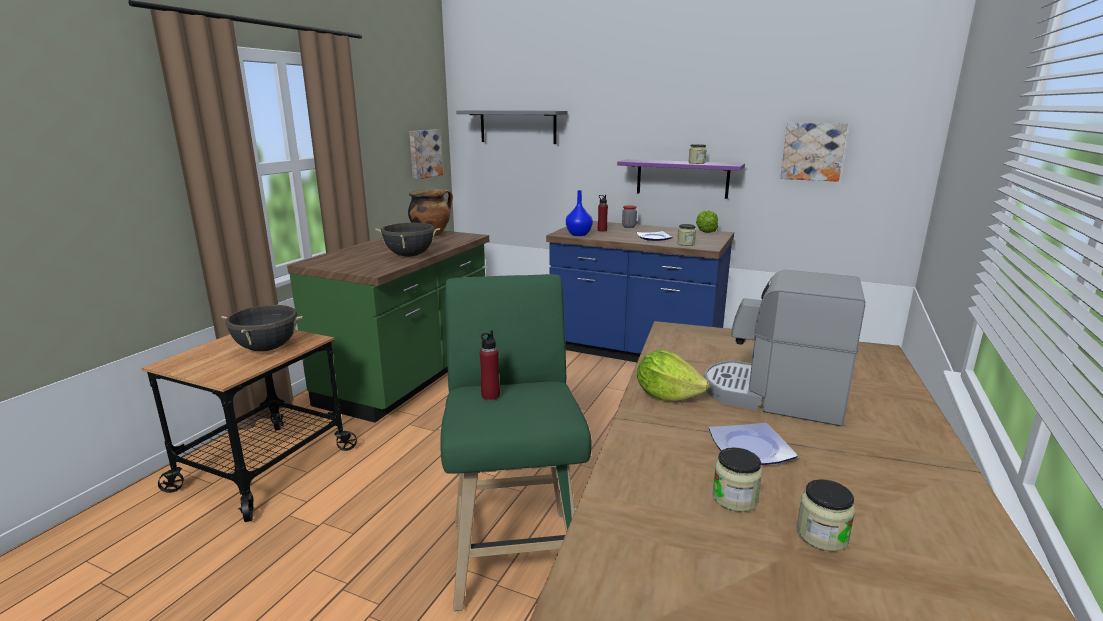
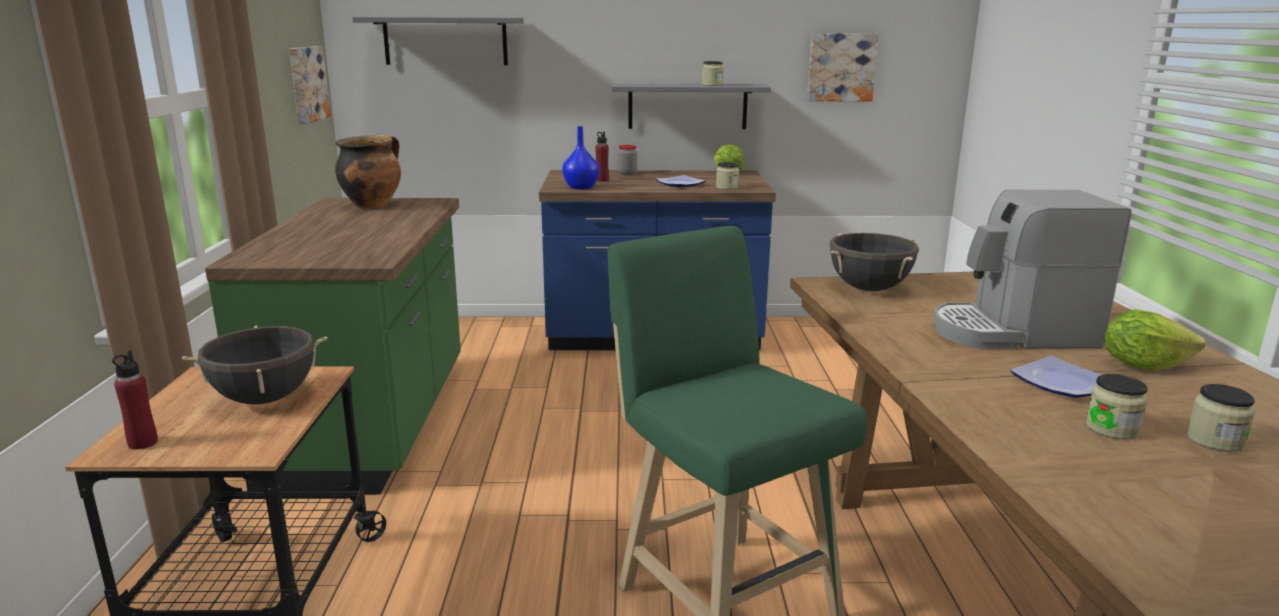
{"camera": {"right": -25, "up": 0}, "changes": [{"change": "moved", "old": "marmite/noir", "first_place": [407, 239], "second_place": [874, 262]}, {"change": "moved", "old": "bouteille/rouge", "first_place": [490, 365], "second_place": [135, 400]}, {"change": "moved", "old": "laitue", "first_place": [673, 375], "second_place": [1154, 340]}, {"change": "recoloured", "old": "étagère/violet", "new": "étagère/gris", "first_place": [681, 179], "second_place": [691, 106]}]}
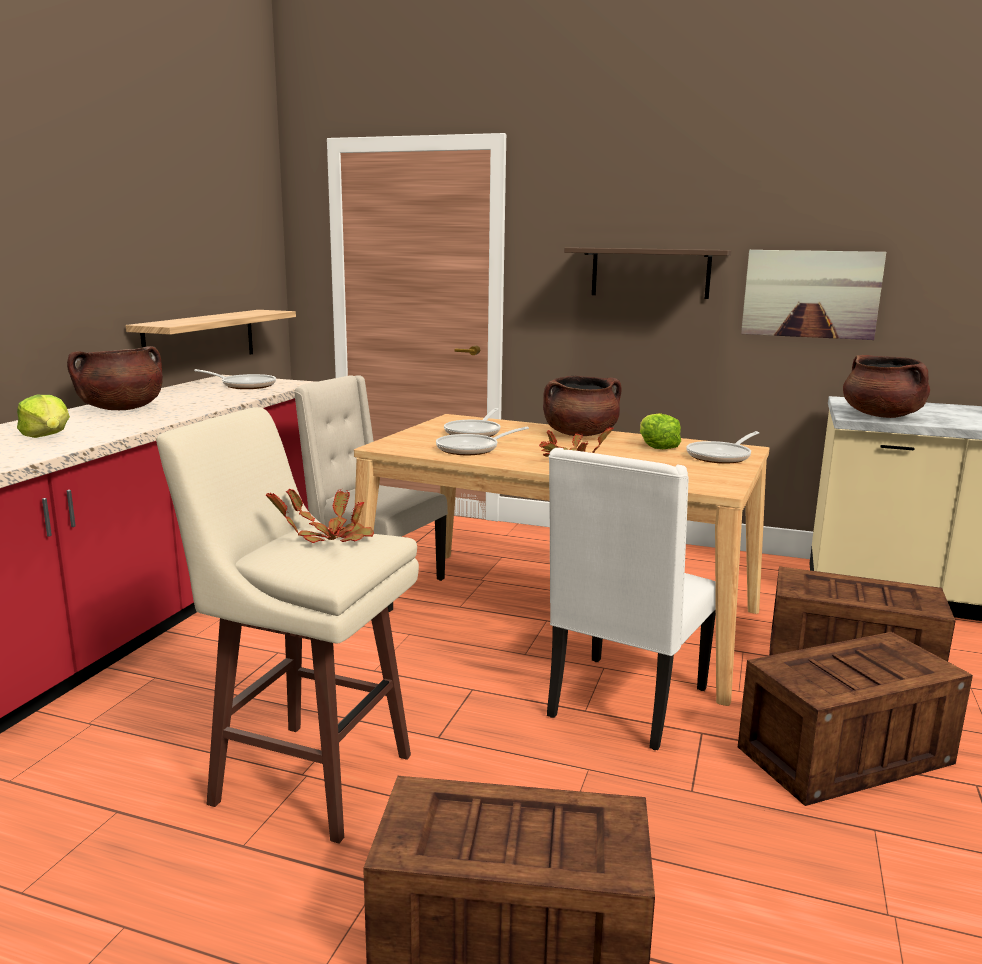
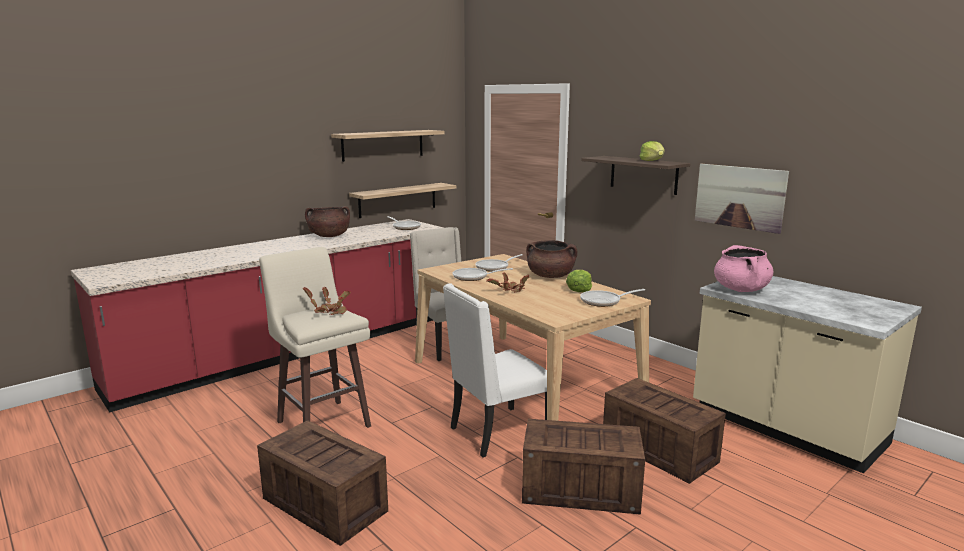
{"camera": {"right": 30, "up": 0}, "changes": [{"change": "added", "new": "étagère", "second_place": [387, 146]}, {"change": "moved", "old": "laitue", "first_place": [43, 416], "second_place": [652, 151]}, {"change": "recoloured", "old": "marmite/marron", "new": "marmite/rose", "first_place": [886, 386], "second_place": [743, 268]}]}
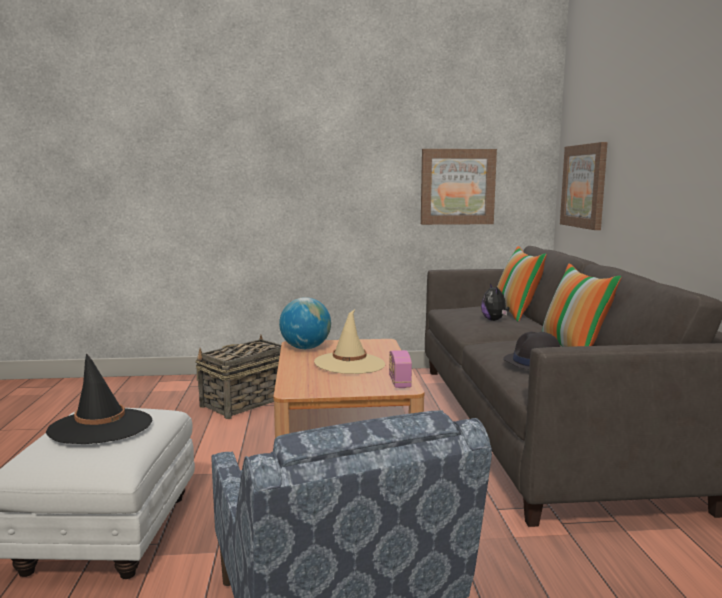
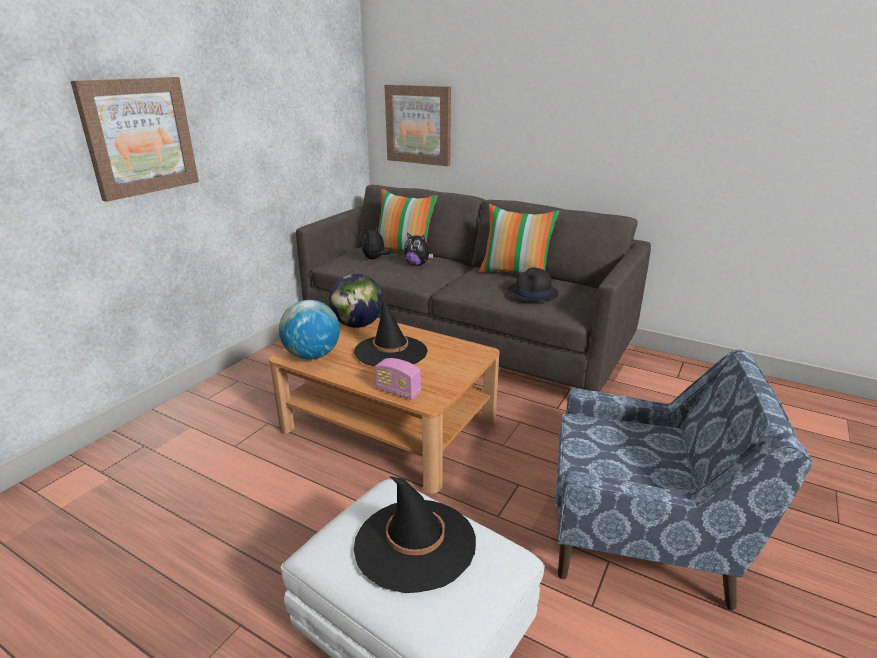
{"camera": {"right": -55, "up": 15}, "changes": [{"change": "removed", "old": "panier", "first_place": [238, 377]}, {"change": "added", "new": "globe", "second_place": [356, 301]}, {"change": "added", "new": "peluche", "second_place": [376, 243]}, {"change": "moved", "old": "radio", "first_place": [400, 369], "second_place": [398, 379]}, {"change": "moved", "old": "tableau", "first_place": [459, 187], "second_place": [135, 139]}, {"change": "recoloured", "old": "chapeau/beige", "new": "chapeau/noir", "first_place": [349, 341], "second_place": [391, 331]}]}
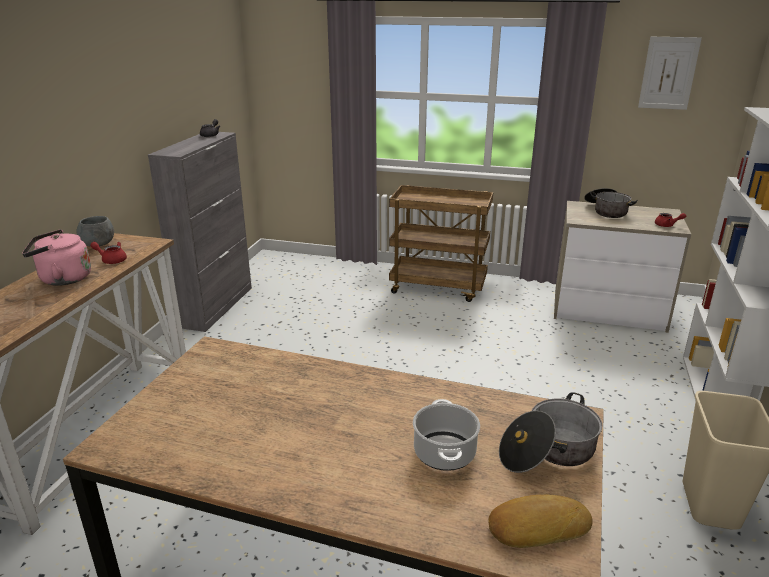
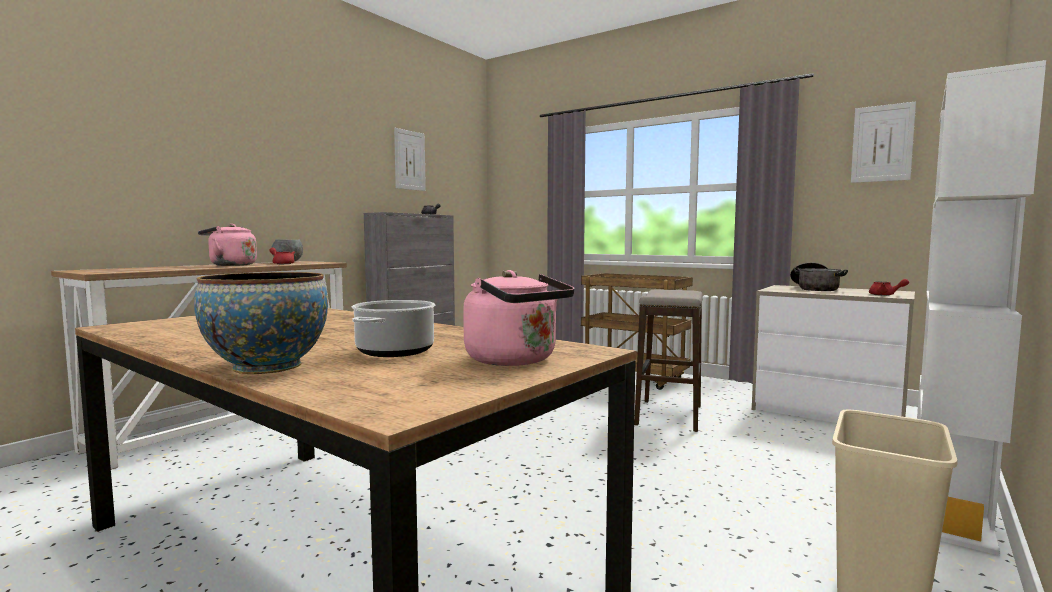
{"camera": {"right": 20, "up": -20}, "changes": [{"change": "removed", "old": "pain", "first_place": [540, 521]}, {"change": "added", "new": "bol", "second_place": [261, 323]}, {"change": "added", "new": "tableau", "second_place": [410, 159]}, {"change": "added", "new": "tabouret", "second_place": [668, 361]}, {"change": "replaced", "old": "marmite", "new": "bouilloire/rose", "first_place": [551, 432], "second_place": [519, 318]}]}
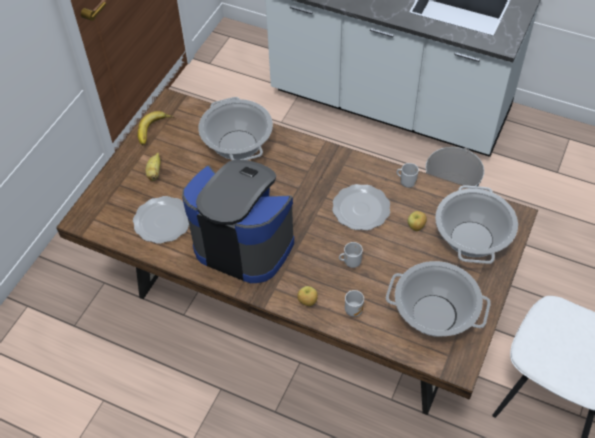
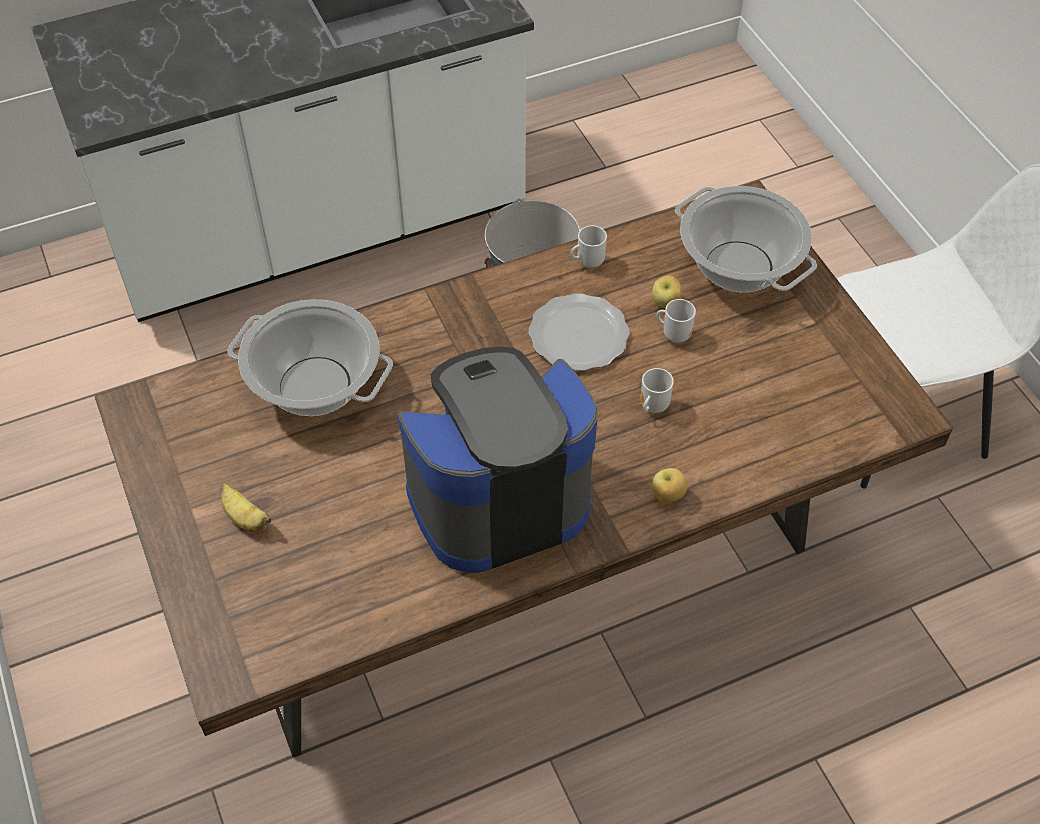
{"camera": {"right": -50, "up": 0}, "changes": [{"change": "removed", "old": "assiette", "first_place": [161, 220]}, {"change": "removed", "old": "banane", "first_place": [156, 128]}, {"change": "removed", "old": "marmite", "first_place": [438, 299]}, {"change": "moved", "old": "mug", "first_place": [354, 303], "second_place": [676, 321]}]}
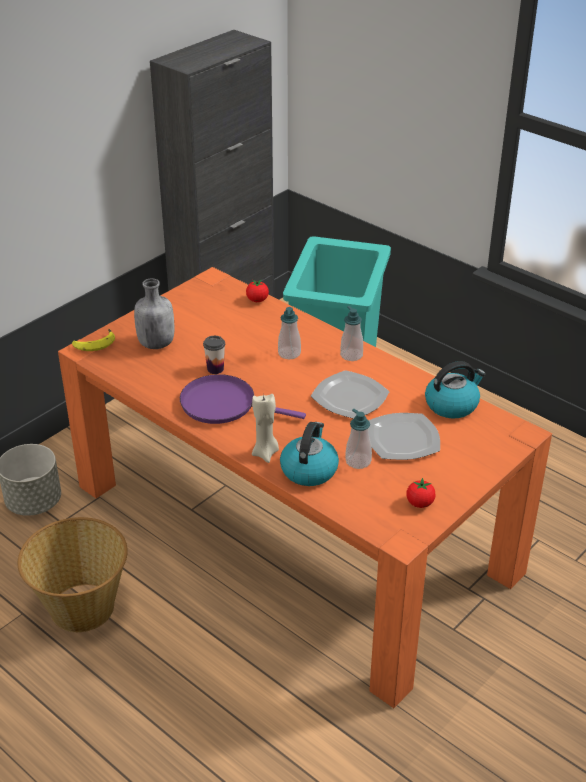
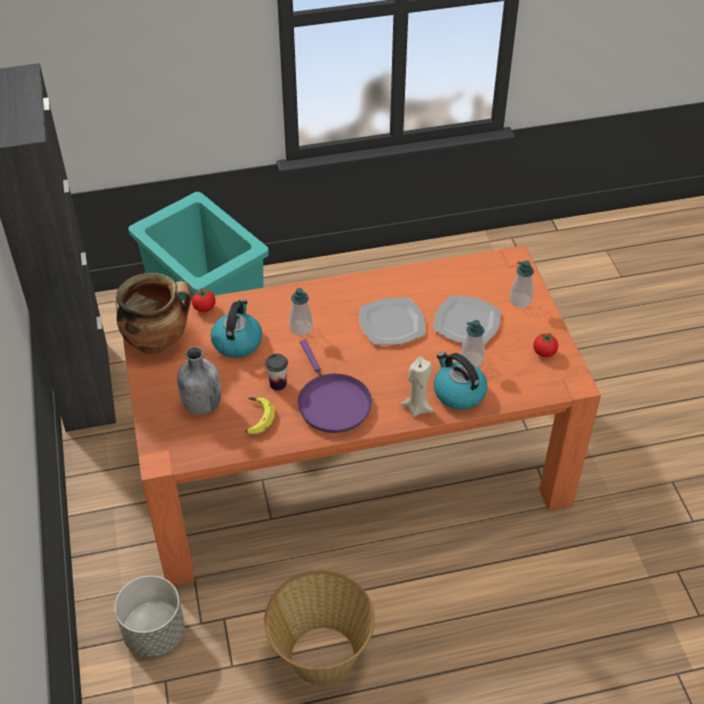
{"camera": {"right": -55, "up": 10}, "changes": [{"change": "added", "new": "marmite", "second_place": [153, 313]}, {"change": "moved", "old": "banane", "first_place": [93, 339], "second_place": [260, 415]}, {"change": "moved", "old": "distributeur de savon", "first_place": [351, 333], "second_place": [522, 284]}, {"change": "moved", "old": "bouilloire", "first_place": [455, 389], "second_place": [236, 328]}, {"change": "turned", "old": "poêle/violet", "first_place": [243, 399], "second_place": [335, 386], "degrees": -75}]}
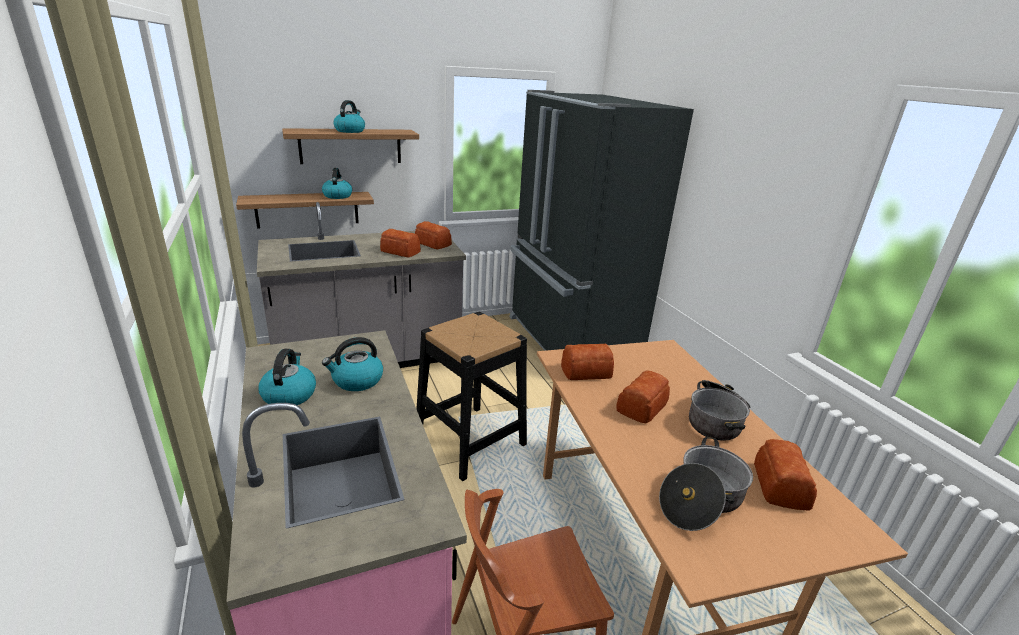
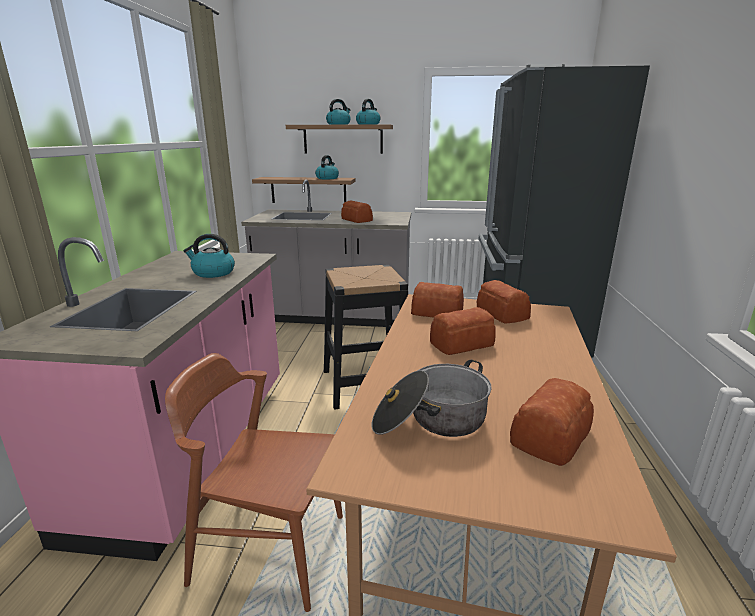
{"camera": {"right": 30, "up": -5}, "changes": [{"change": "removed", "old": "marmite", "first_place": [719, 410]}, {"change": "moved", "old": "bouilloire", "first_place": [287, 377], "second_place": [368, 112]}, {"change": "moved", "old": "pain", "first_place": [433, 235], "second_place": [504, 302]}]}
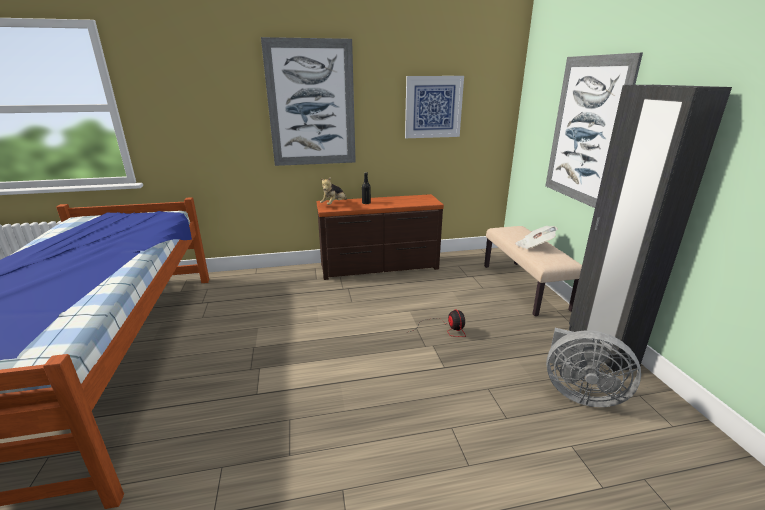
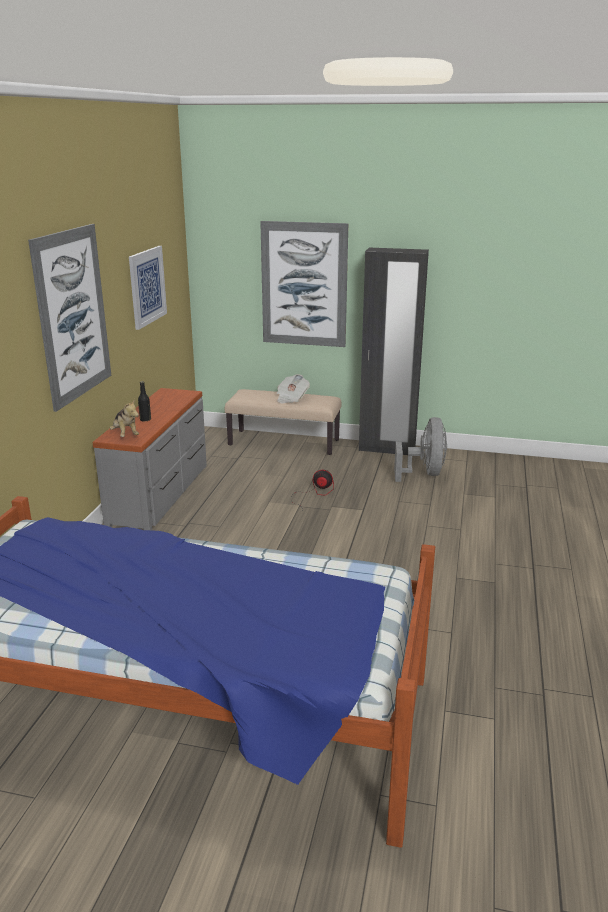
{"camera": {"right": -65, "up": 0}, "changes": [{"change": "recoloured", "old": "commode/marron", "new": "commode/gris", "first_place": [380, 237], "second_place": [149, 459]}, {"change": "turned", "old": "ventilateur/gris", "first_place": [593, 367], "second_place": [420, 449], "degrees": -45}]}
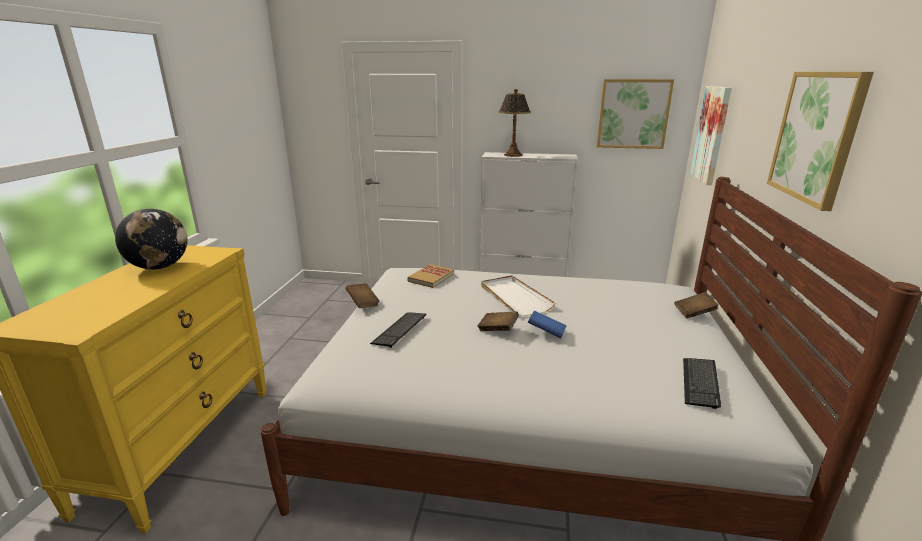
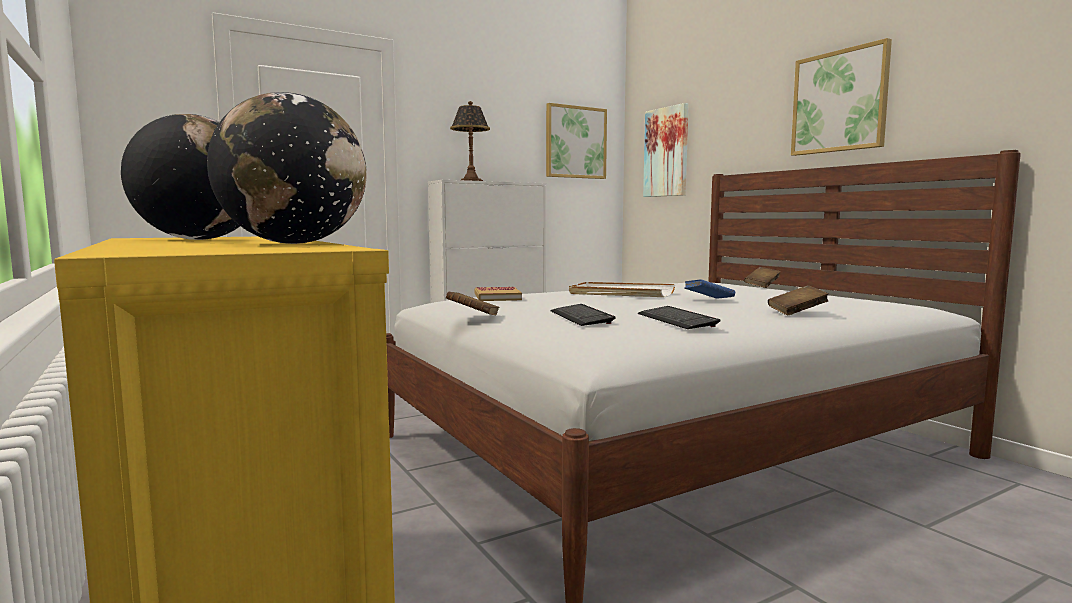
{"camera": {"right": -40, "up": -15}, "changes": [{"change": "added", "new": "globe", "second_place": [287, 168]}, {"change": "moved", "old": "livre/marron", "first_place": [498, 321], "second_place": [798, 300]}, {"change": "moved", "old": "clavier", "first_place": [702, 383], "second_place": [679, 317]}]}
